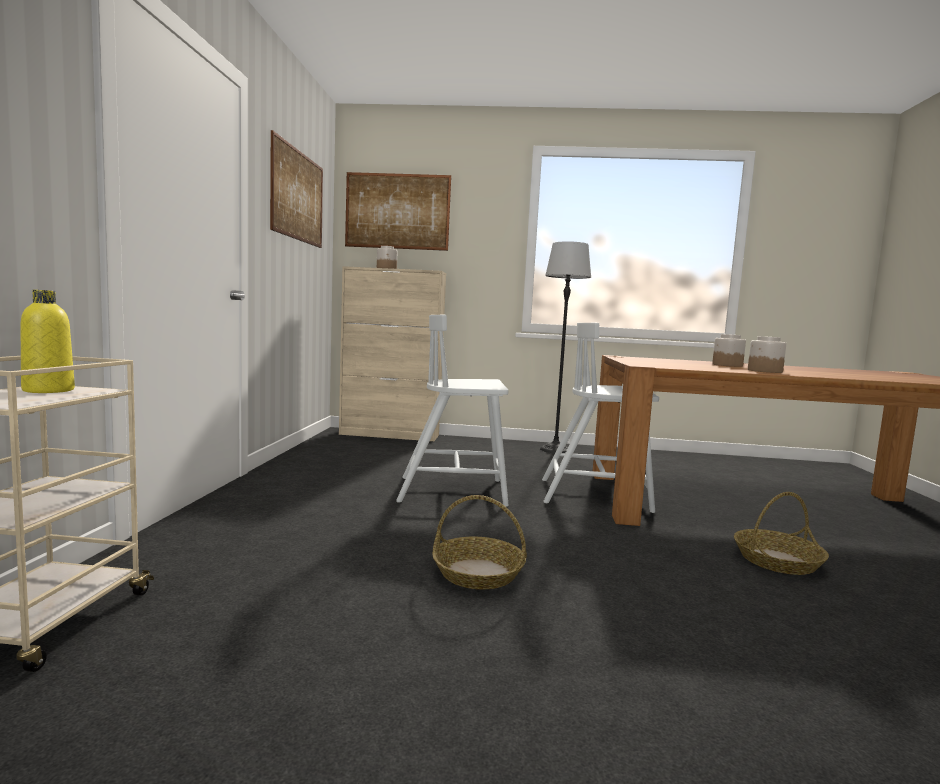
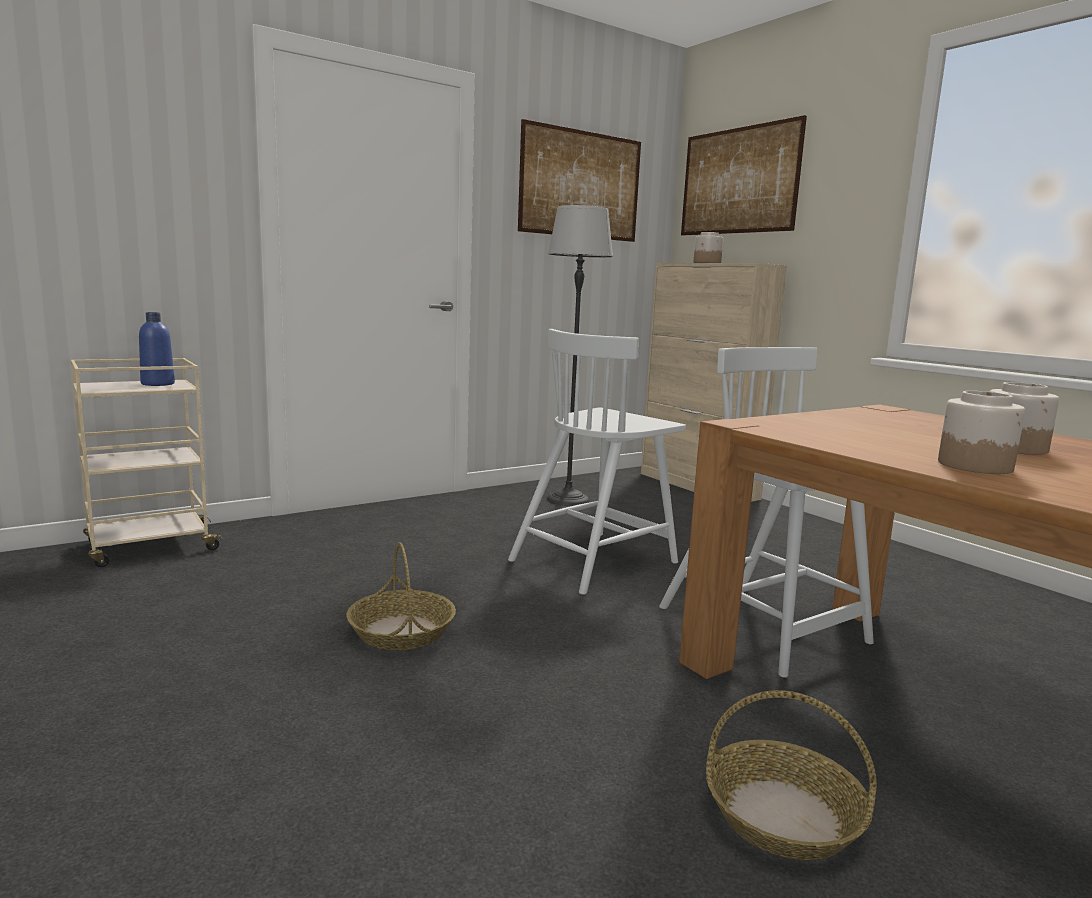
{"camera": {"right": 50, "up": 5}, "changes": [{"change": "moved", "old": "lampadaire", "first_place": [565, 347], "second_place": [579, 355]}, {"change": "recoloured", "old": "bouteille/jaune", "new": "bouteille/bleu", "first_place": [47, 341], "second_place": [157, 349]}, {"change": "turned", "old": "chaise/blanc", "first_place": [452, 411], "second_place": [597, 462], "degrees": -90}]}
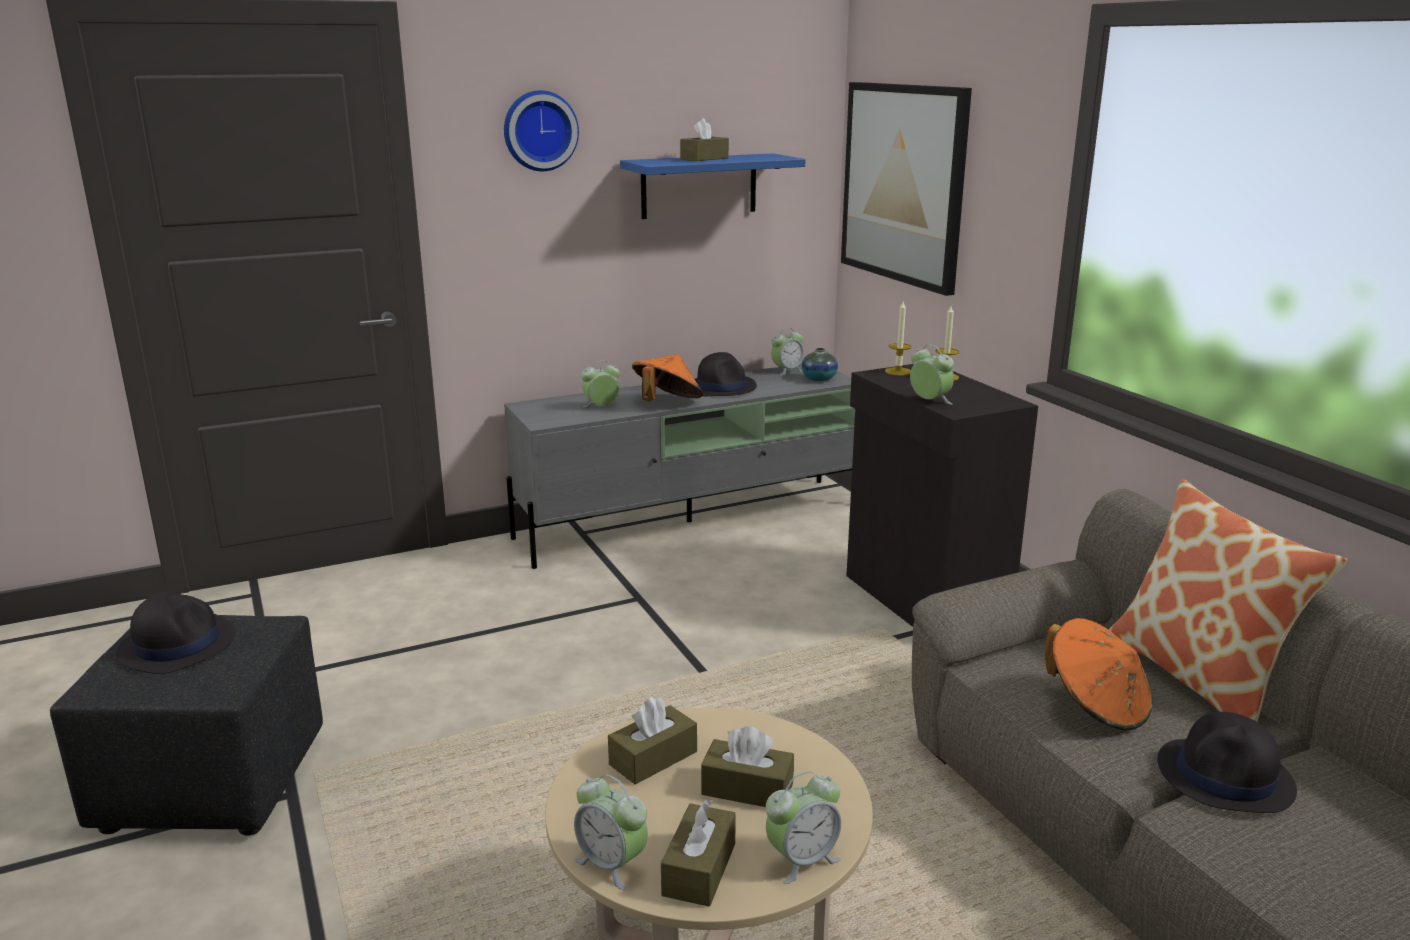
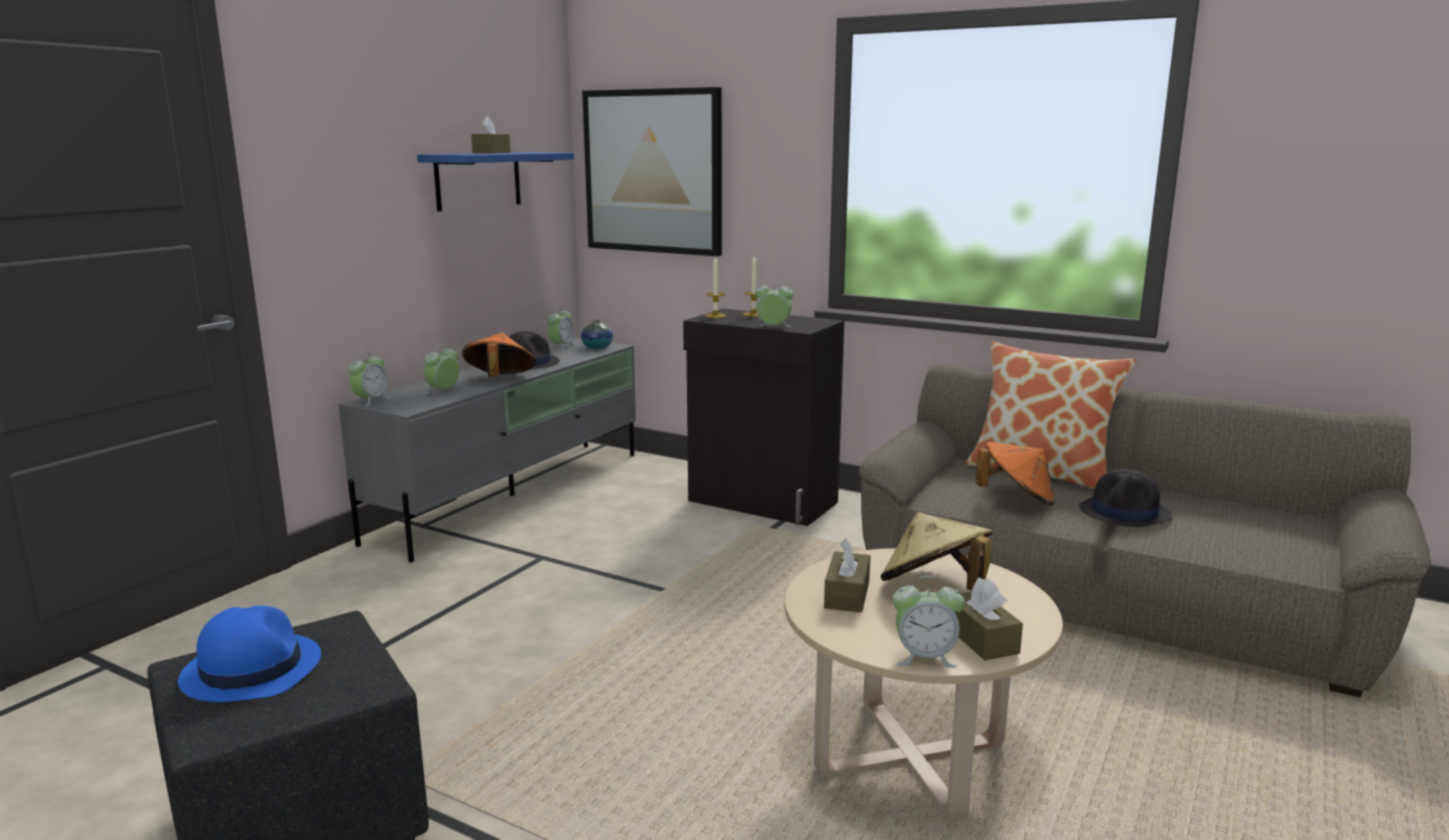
{"camera": {"right": -35, "up": -5}, "changes": [{"change": "removed", "old": "horloge murale", "first_place": [541, 130]}, {"change": "moved", "old": "réveil", "first_place": [803, 827], "second_place": [369, 379]}, {"change": "replaced", "old": "boîte à mouchoirs/marron", "new": "chapeau/beige", "first_place": [747, 766], "second_place": [937, 551]}, {"change": "recoloured", "old": "chapeau/noir", "new": "chapeau/bleu", "first_place": [176, 632], "second_place": [249, 654]}]}
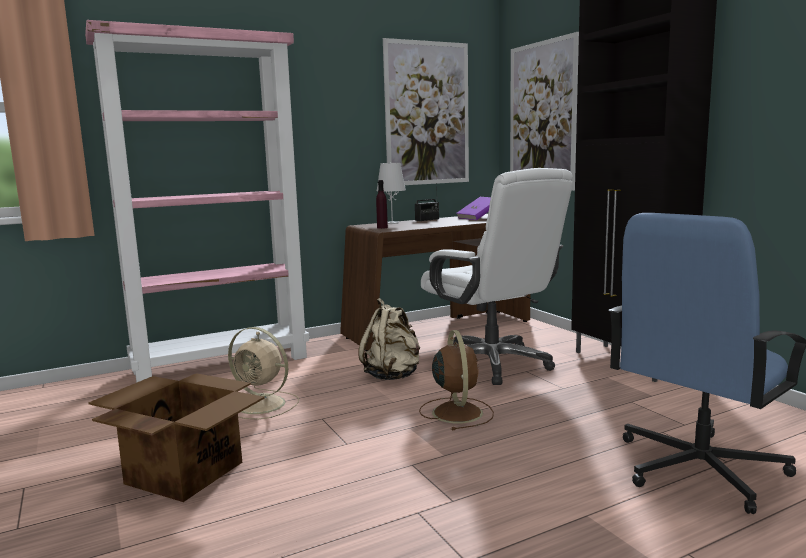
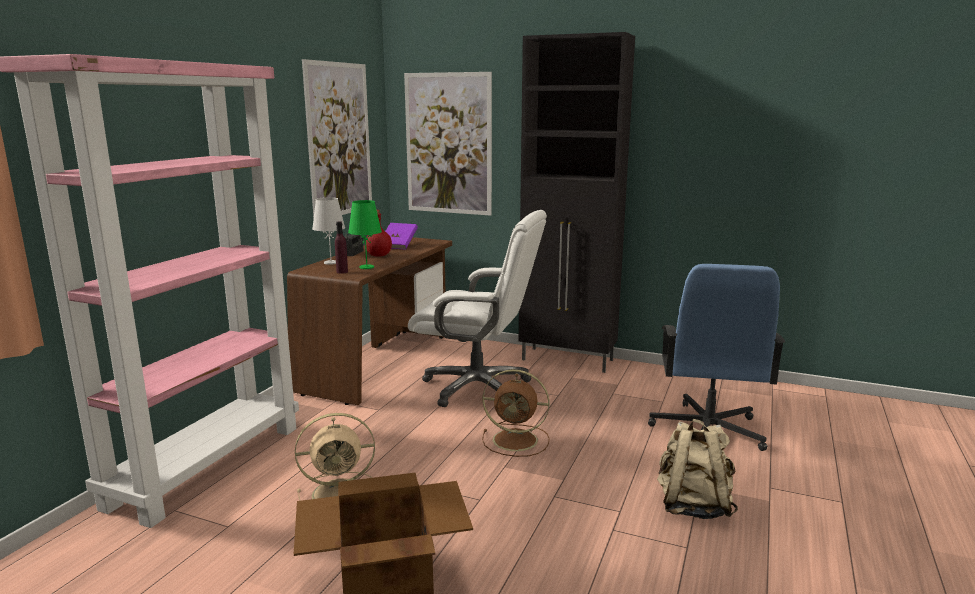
{"camera": {"right": -40, "up": 5}, "changes": [{"change": "added", "new": "lampe de table/vert", "second_place": [365, 234]}, {"change": "added", "new": "bouteille/rouge", "second_place": [379, 233]}, {"change": "moved", "old": "sac à dos/beige", "first_place": [389, 339], "second_place": [697, 469]}, {"change": "turned", "old": "ventilateur/marron", "first_place": [456, 380], "second_place": [516, 413], "degrees": 150}]}
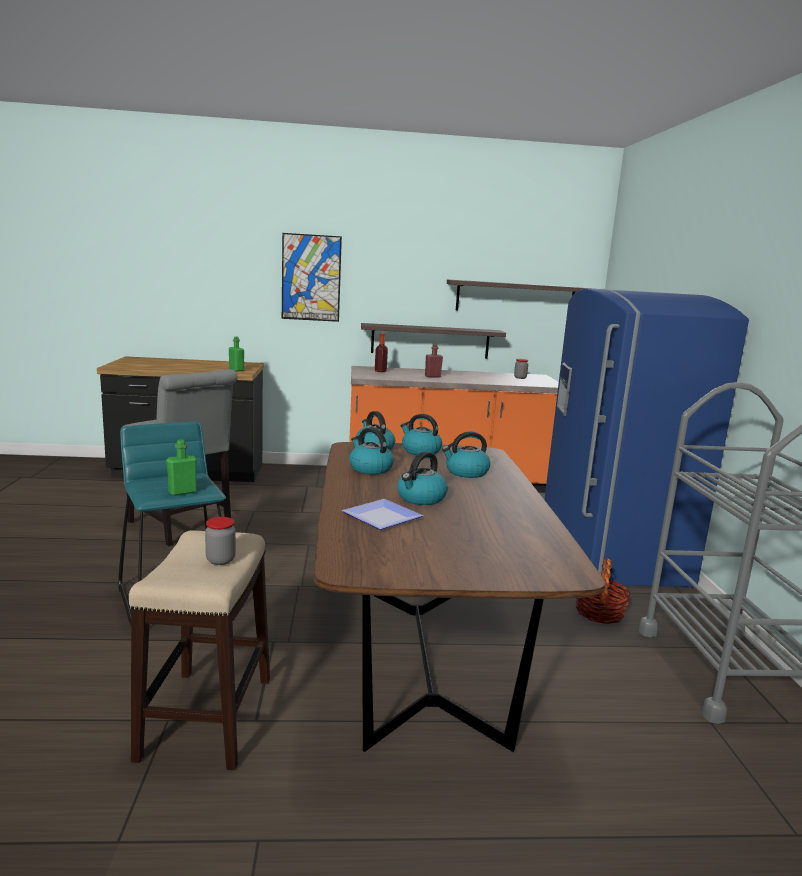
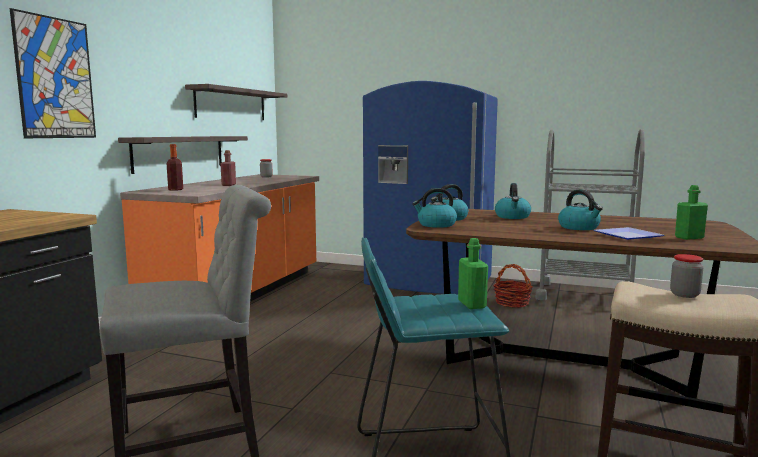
{"camera": {"right": -65, "up": -5}, "changes": [{"change": "removed", "old": "bouilloire", "first_place": [371, 451]}, {"change": "moved", "old": "bouteille/vert", "first_place": [236, 354], "second_place": [691, 212]}]}
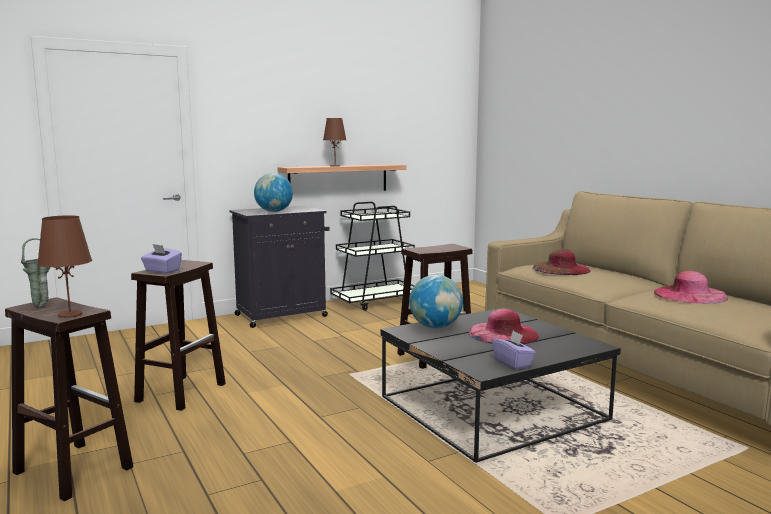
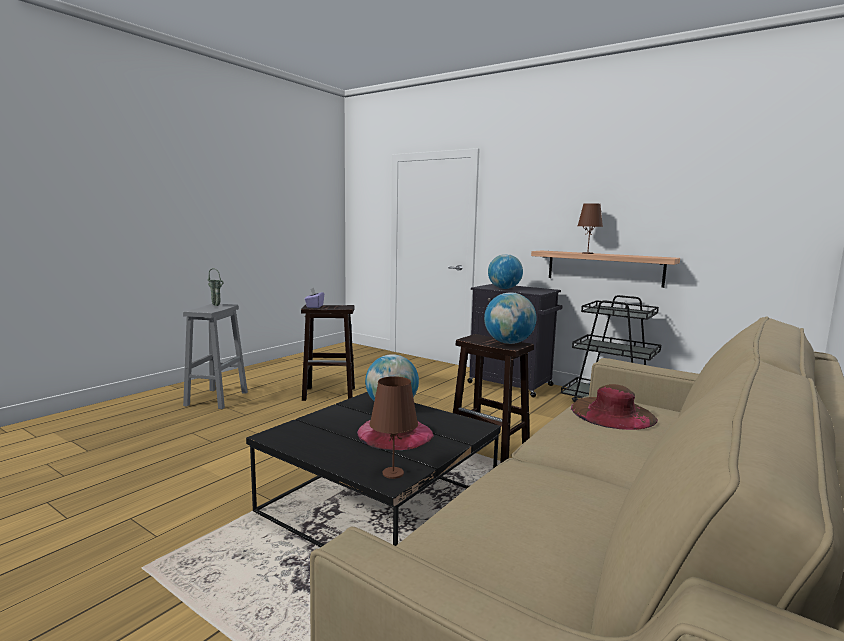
{"camera": {"right": 65, "up": 0}, "changes": [{"change": "removed", "old": "boîte à mouchoirs/violet", "first_place": [514, 350]}, {"change": "removed", "old": "chapeau/rose", "first_place": [691, 287]}, {"change": "added", "new": "globe", "second_place": [510, 318]}, {"change": "moved", "old": "lampe de table/marron", "first_place": [64, 266], "second_place": [393, 427]}, {"change": "recoloured", "old": "tabouret/marron", "new": "tabouret/gris", "first_place": [69, 399], "second_place": [215, 356]}]}
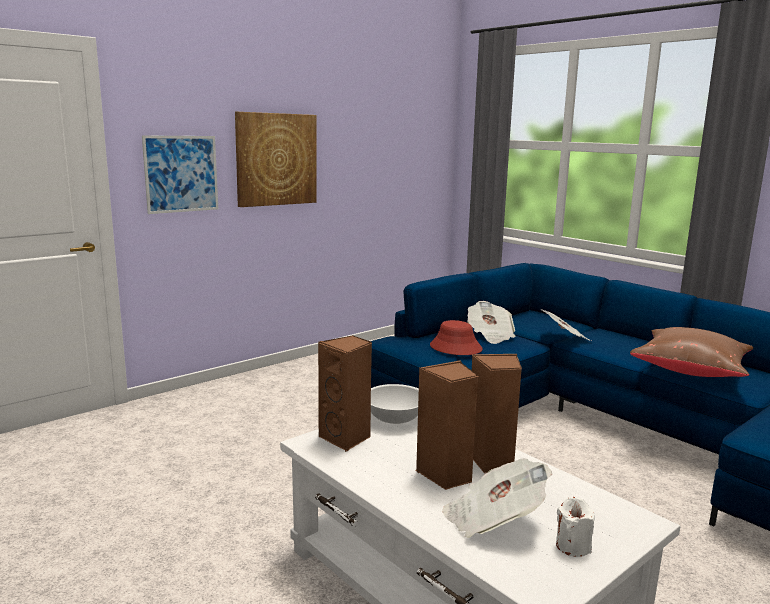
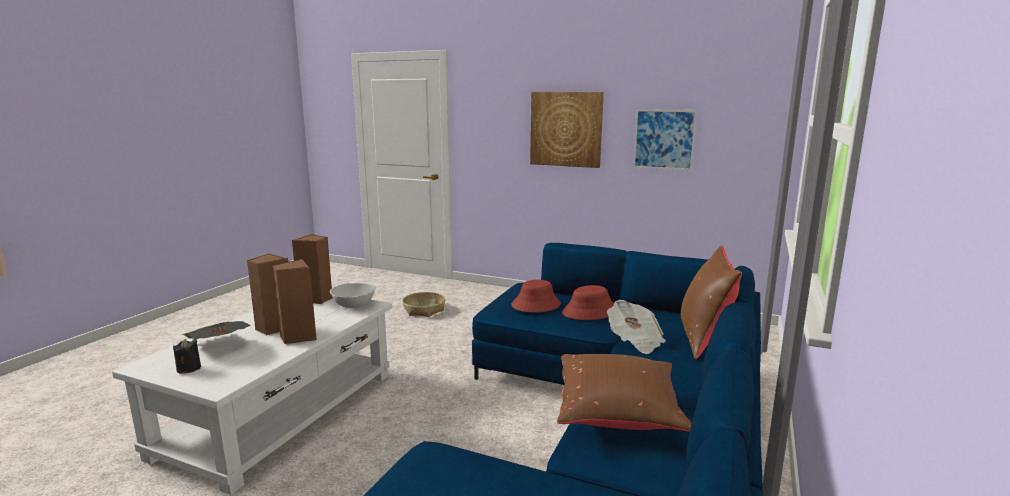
{"camera": {"right": 65, "up": 0}, "changes": [{"change": "added", "new": "panier", "second_place": [423, 304]}, {"change": "added", "new": "coussin/marron", "second_place": [711, 302]}, {"change": "moved", "old": "tableau", "first_place": [180, 174], "second_place": [665, 140]}, {"change": "replaced", "old": "journal", "new": "chapeau/rouge", "first_place": [491, 322], "second_place": [588, 302]}, {"change": "recoloured", "old": "bougie/blanc", "new": "bougie/noir", "first_place": [575, 527], "second_place": [187, 356]}]}
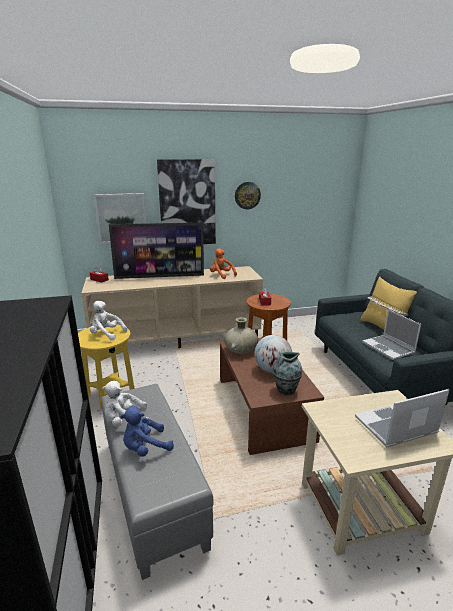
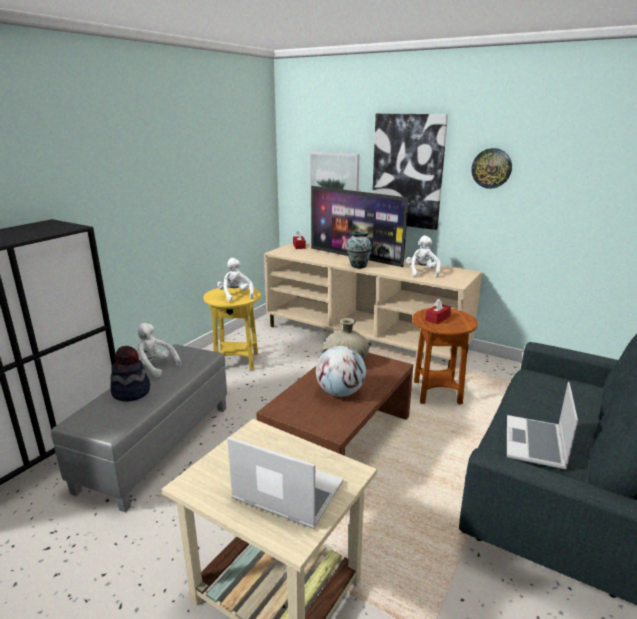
{"camera": {"right": 45, "up": 0}, "changes": [{"change": "removed", "old": "coussin/jaune", "first_place": [388, 303]}, {"change": "moved", "old": "vase", "first_place": [287, 373], "second_place": [359, 249]}, {"change": "replaced", "old": "peluche/bleu", "new": "chapeau", "first_place": [147, 431], "second_place": [130, 374]}, {"change": "recoloured", "old": "peluche/orange", "new": "peluche/blanc", "first_place": [223, 263], "second_place": [423, 256]}]}
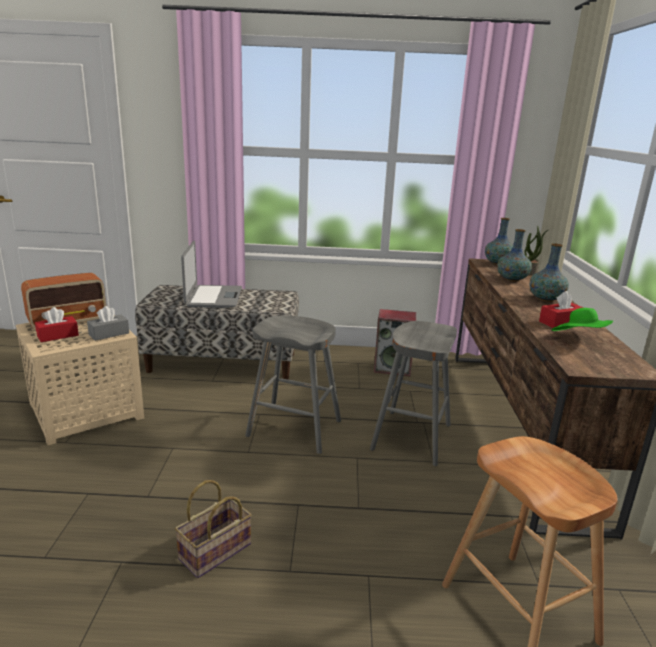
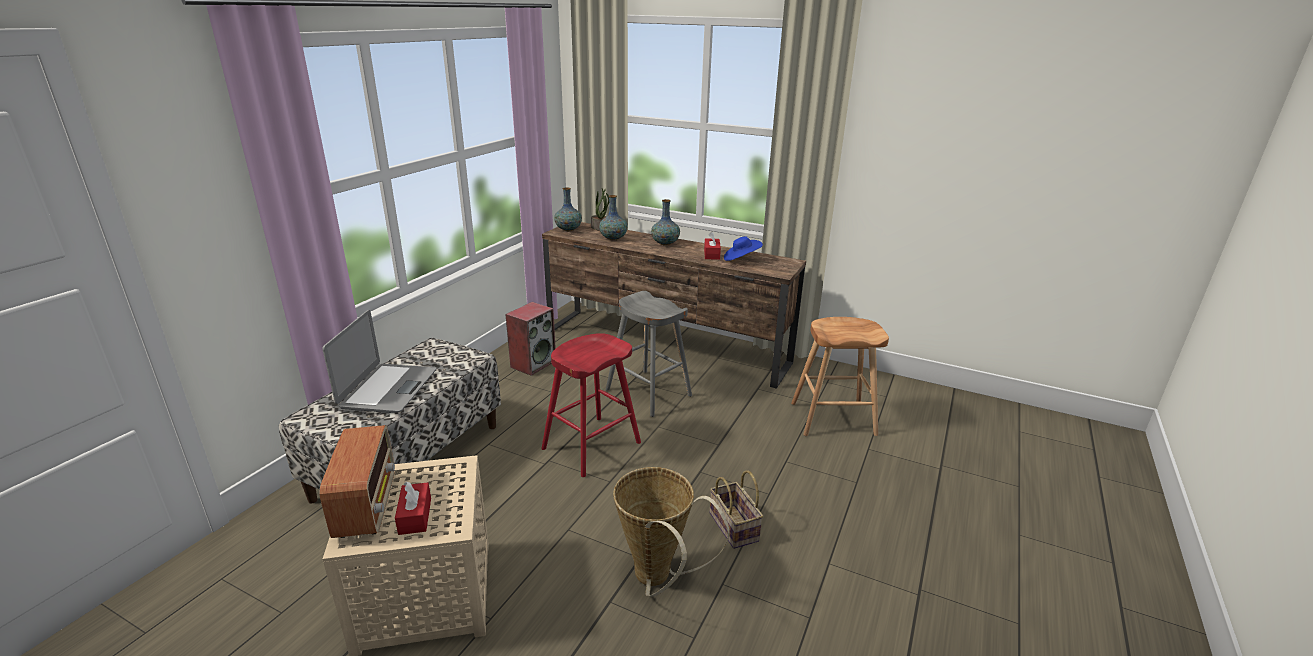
{"camera": {"right": -65, "up": 5}, "changes": [{"change": "removed", "old": "boîte à mouchoirs/gris", "first_place": [108, 323]}, {"change": "added", "new": "panier", "second_place": [671, 532]}, {"change": "recoloured", "old": "tabouret/gris", "new": "tabouret/rouge", "first_place": [293, 385], "second_place": [591, 405]}, {"change": "recoloured", "old": "chapeau/vert", "new": "chapeau/bleu", "first_place": [582, 319], "second_place": [743, 249]}, {"change": "turned", "old": "ordinateur portable", "first_place": [211, 274], "second_place": [379, 361], "degrees": 75}]}
